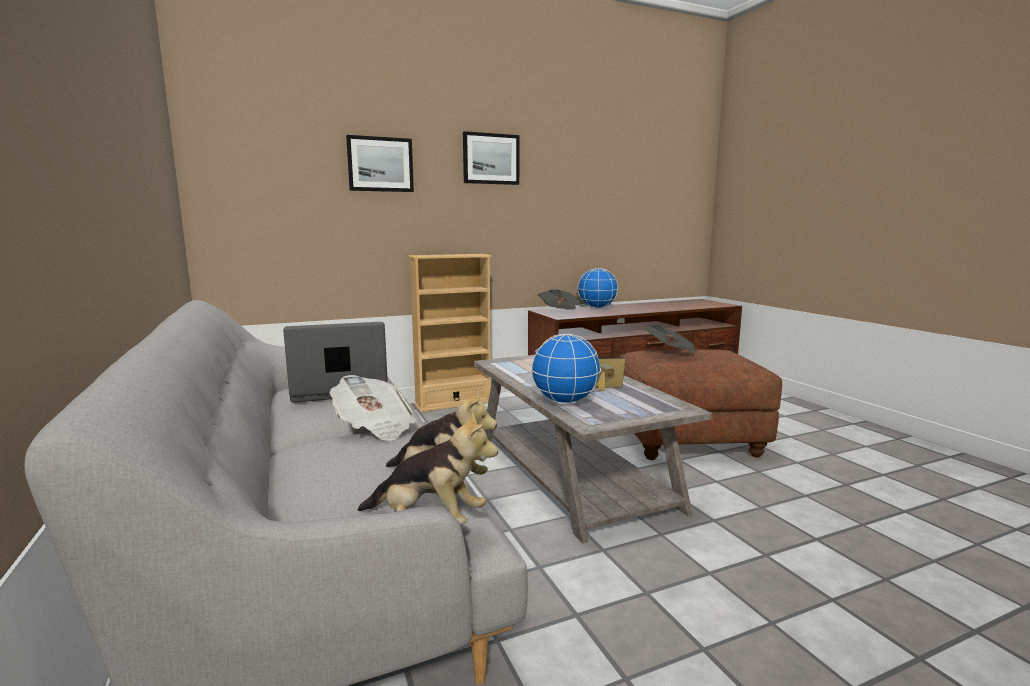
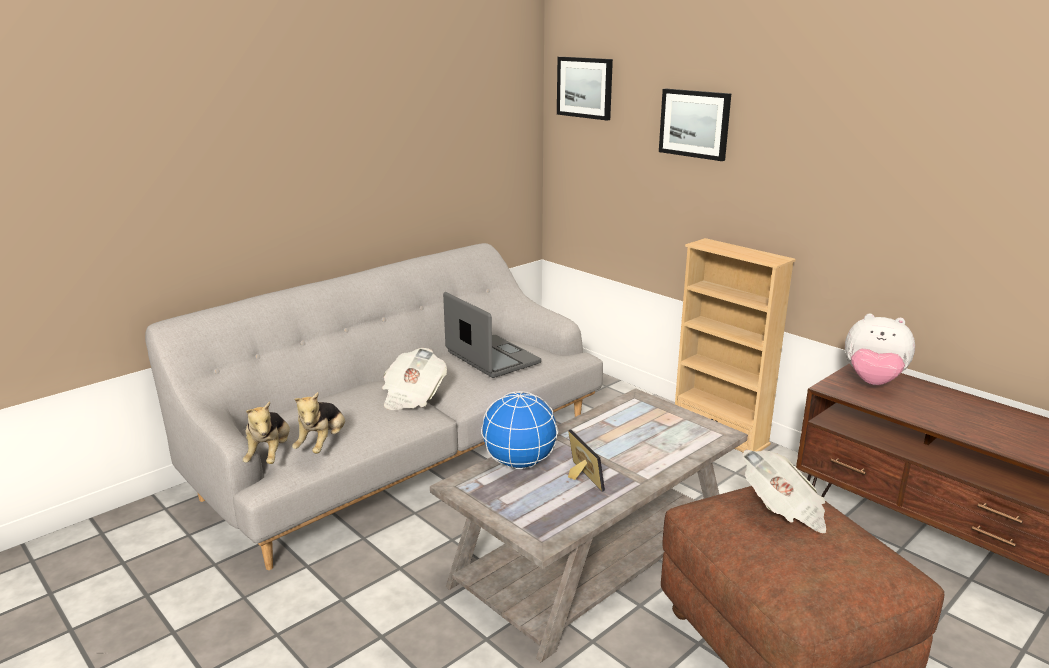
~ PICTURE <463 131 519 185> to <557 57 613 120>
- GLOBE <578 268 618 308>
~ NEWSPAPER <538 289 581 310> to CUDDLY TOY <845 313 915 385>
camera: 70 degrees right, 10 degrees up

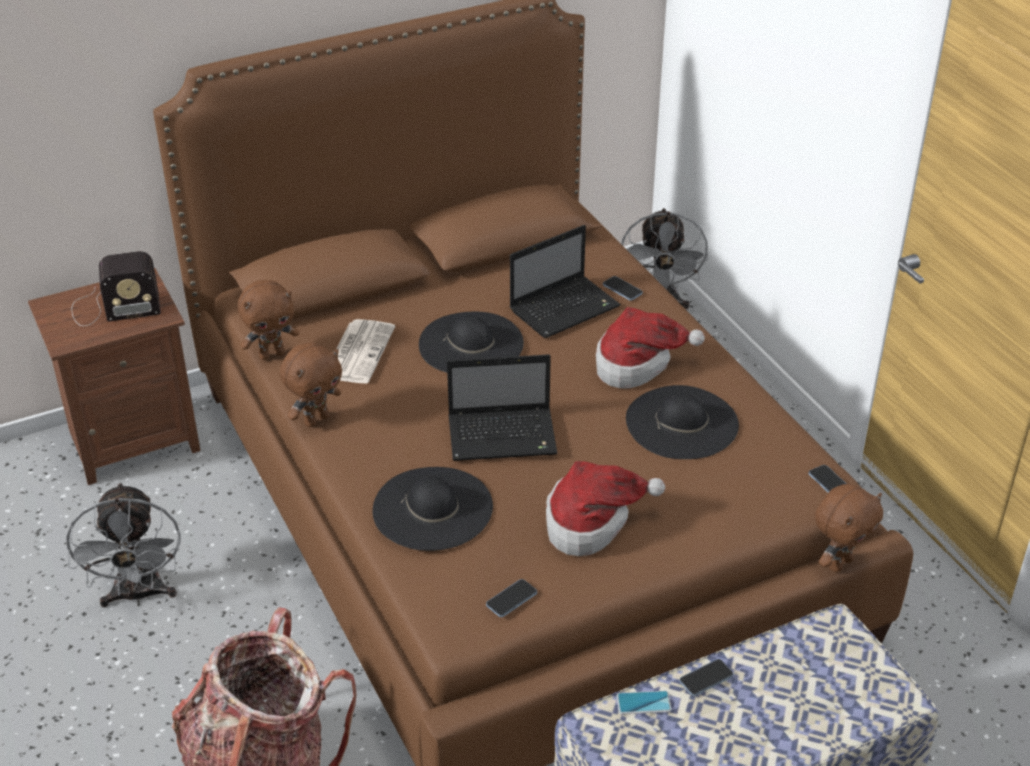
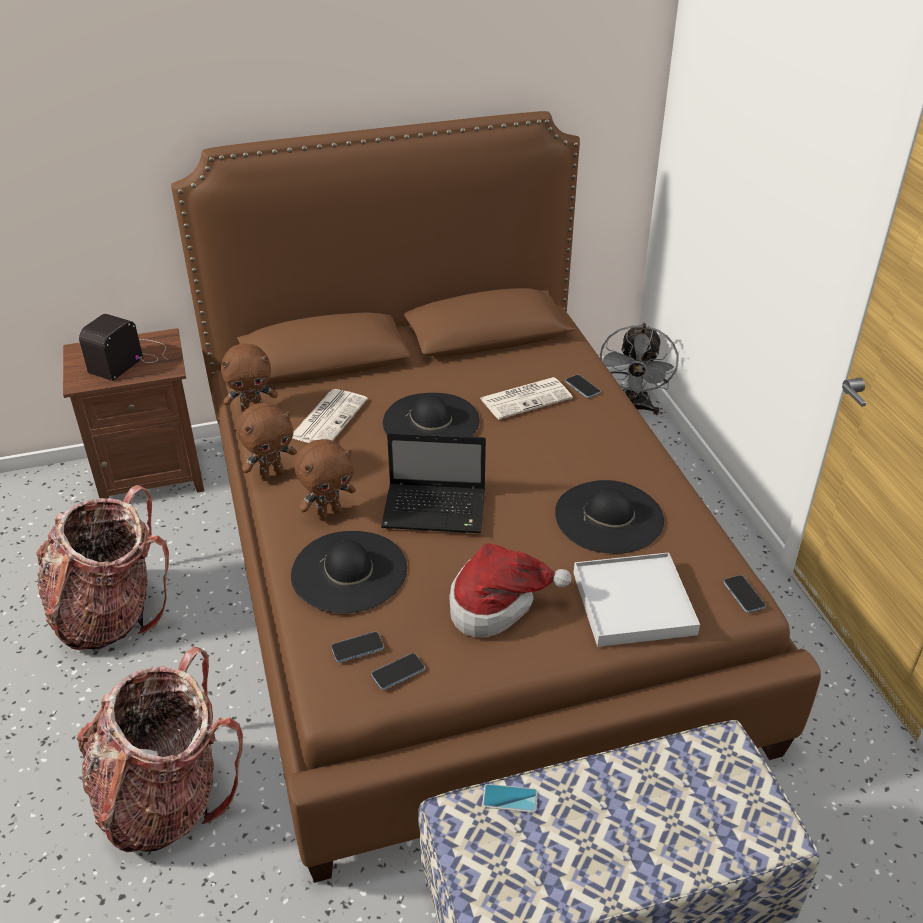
~ LAPTOP <510 225 621 338> to NEWSPAPER <480 377 573 419>
~ RADIO <72 251 161 326> = <79 314 169 381> 120 degrees clockwise
- CLOTHING HAT <596 307 705 389>
~ GREY ELECTRIC FAN <66 482 181 607> to RUCKSACK <36 485 169 651>
~ BROWN CUDDLY TOY <815 484 883 572> to <294 439 356 520>
~ PHONE <680 659 733 696> to <331 632 384 663>
+ WHITE-COLOURED SERVING TRAY <574 552 700 647>
camera: 10 degrees right, 0 degrees up

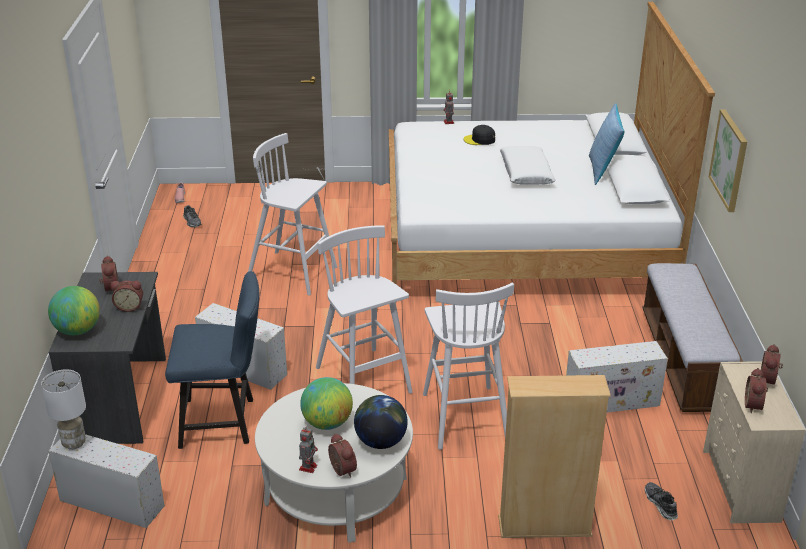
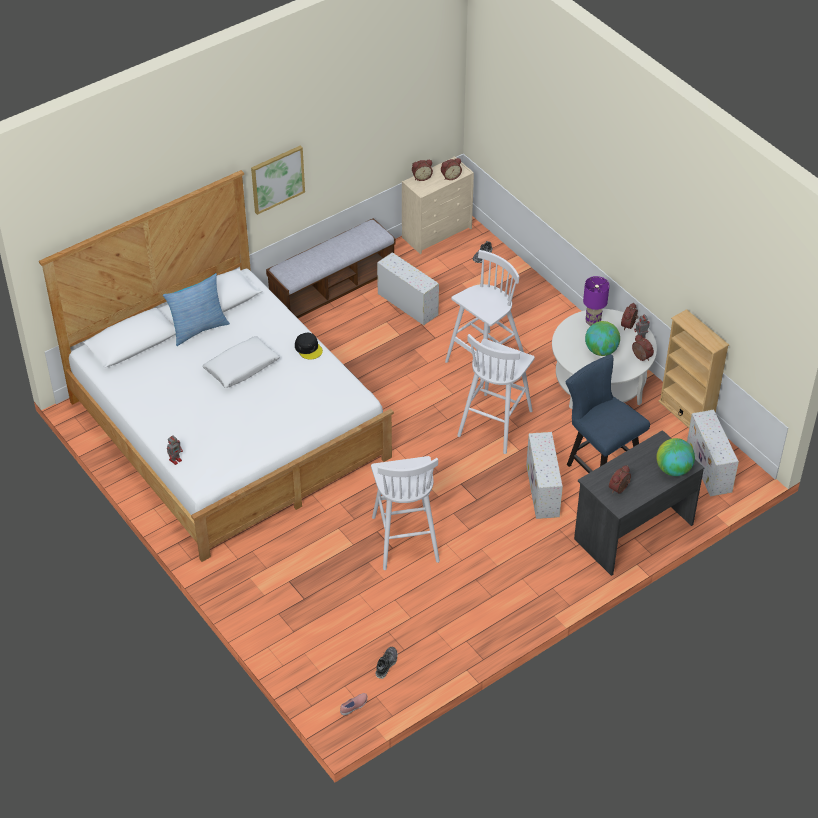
~ BLACKISH CAP <464 125 495 145> to <295 333 323 360>
~ ALARM CLOCK <110 281 143 312> to <632 335 654 361>
- WHITE-COLOURED TABLETOP LAMP <41 369 86 450>
~ BEIGE SHELVING UNIT <498 375 611 538> to <659 309 729 428>
~ GLOBE <354 395 408 449> to PURPLE TABLETOP LAMP <583 276 609 326>
camera: 125 degrees left, 15 degrees up

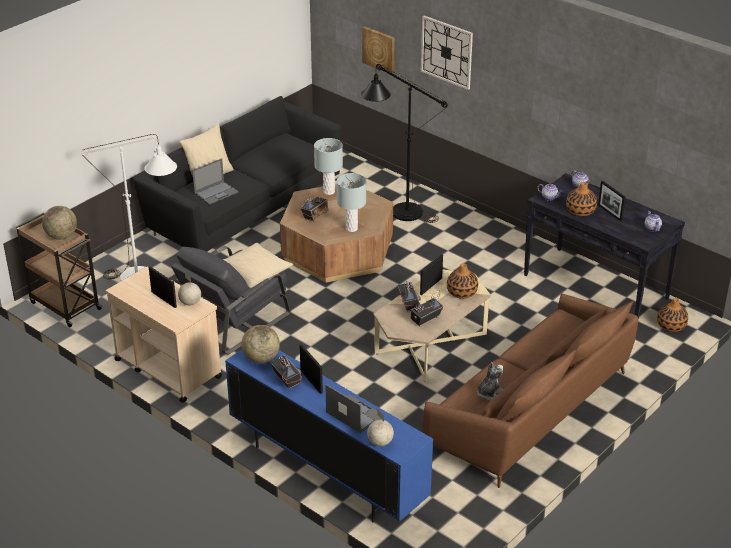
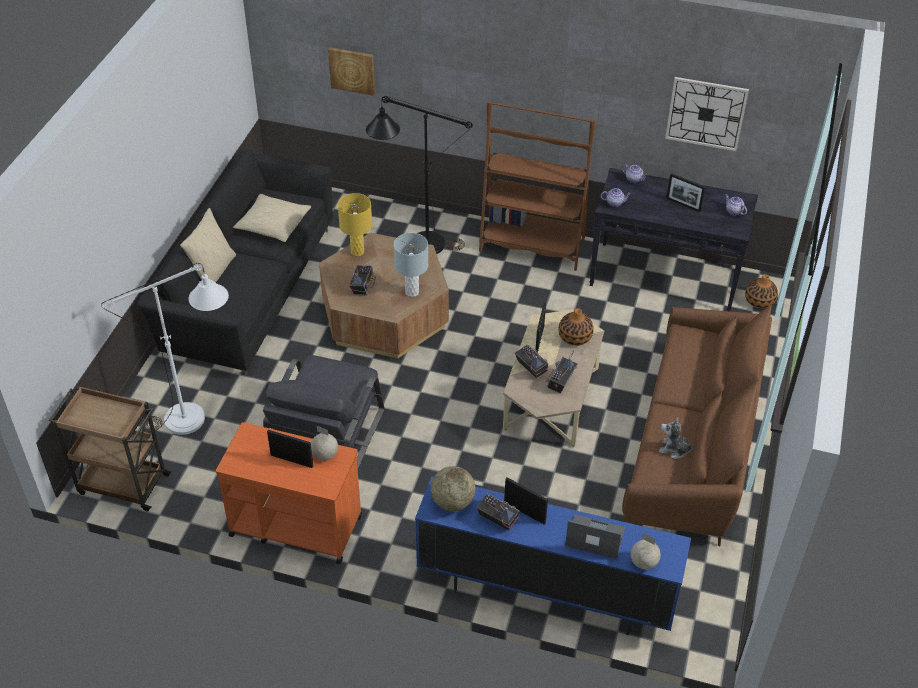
~ HANGING CLOCK <421 16 473 90> to <665 77 749 151>
~ GREY TABLETOP LAMP <314 138 343 195> to YELLOW TABLETOP LAMP <338 193 372 256>
- LAPTOP <192 158 239 205>
- VASE <566 182 597 216>
- GLOBE <42 206 77 240>
~ BEIGE THROW PILLOW <223 243 293 288> to <233 194 312 242>
~ BEIGE TROLLEY <106 266 222 403> to ORANGE-COLOURED TROLLEY <216 422 362 564>
~ CUDDLY TOY <477 362 503 400> = <659 417 694 459> 90 degrees counterclockwise
+ BROWN SHELVING UNIT <479 101 596 271>
camera: 25 degrees left, 10 degrees up

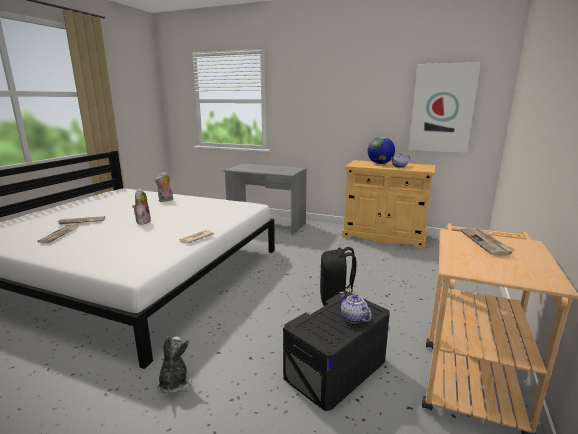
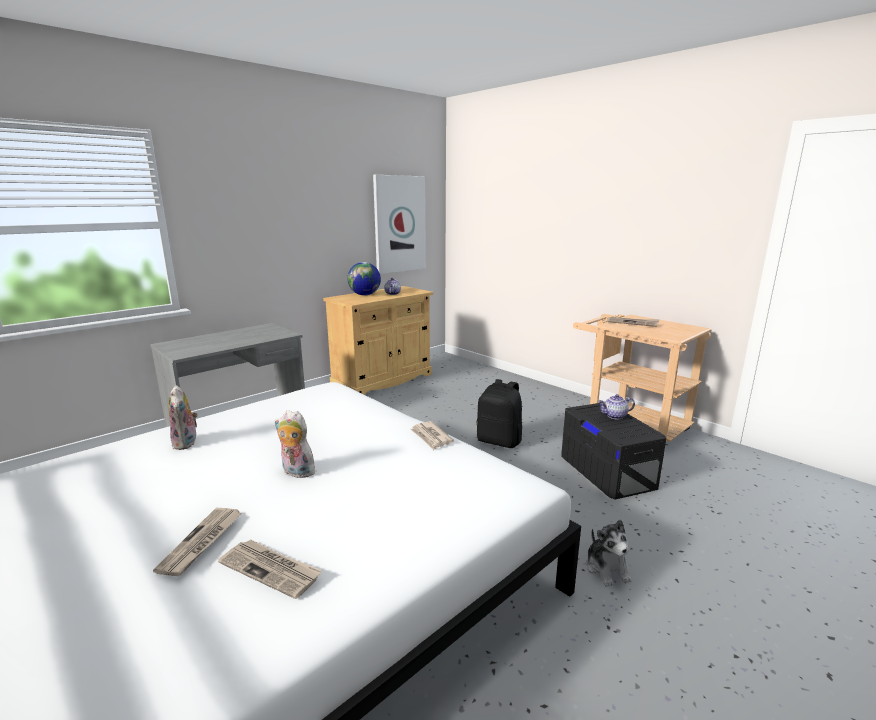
~ CUDDLY TOY <157 336 192 394> = <586 519 631 587> 120 degrees counterclockwise
camera: 65 degrees left, 0 degrees up

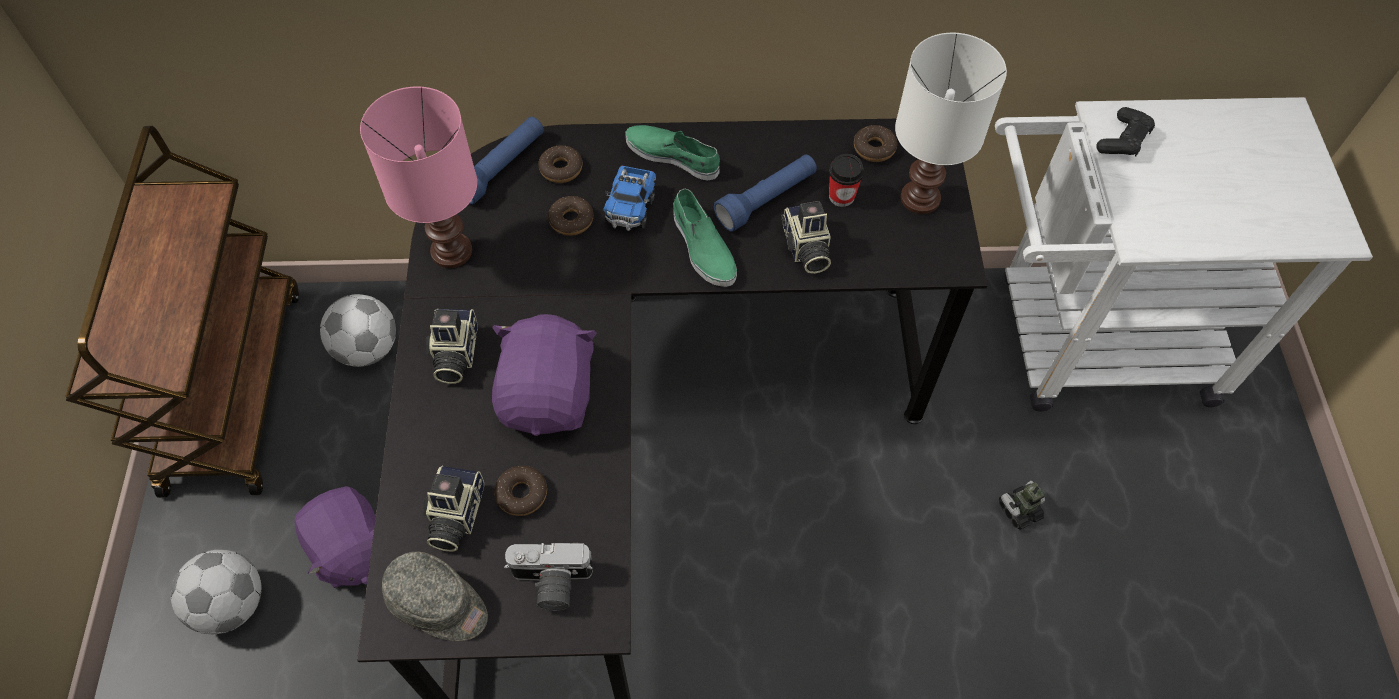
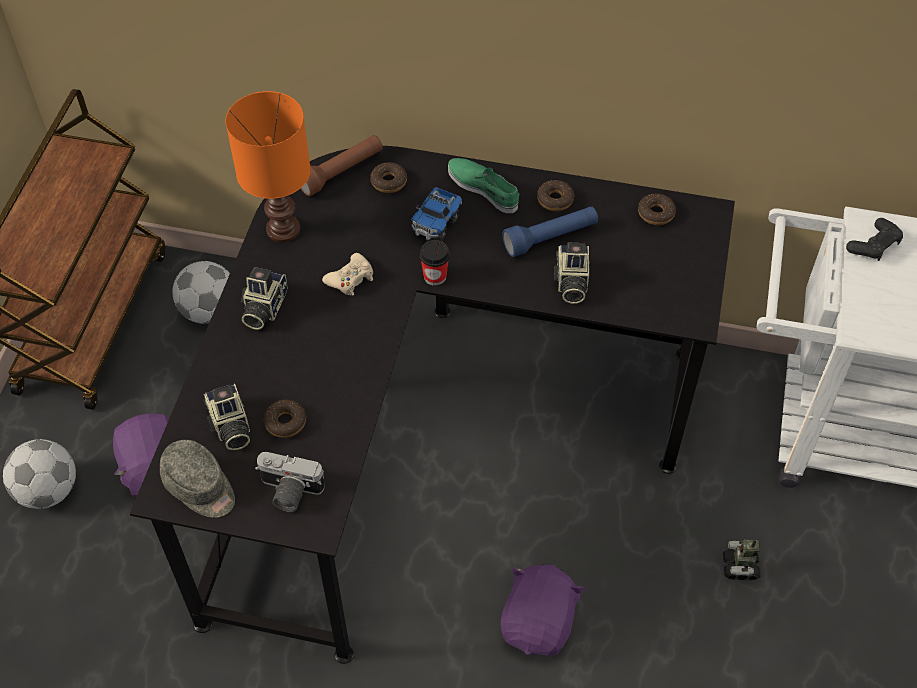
- WHITE-COLOURED TABLETOP LAMP <895 33 1007 214>
~ PINK TABLETOP LAMP <360 87 477 268> to ORANGE-COLOURED TABLETOP LAMP <225 91 311 242>
~ BLUE-COLOURED HAND TORCH <469 117 544 205> to BROWN HAND TORCH <300 135 383 196>
~ CUP <829 154 864 207> to <420 240 450 286>
- GREEN-COLOURED ITEM OF FOOTWEAR <673 188 737 287>
~ DOUGHNUT <548 196 593 236> to <537 180 574 211>
~ PURPLE CUDDLY TOY <492 314 597 436> to <501 564 585 656>
~ PHOTO CAMERA <423 466 484 552> = <203 383 250 450> 45 degrees counterclockwise
~ MODEL ROBOT <999 481 1045 530> = <723 539 761 580> 75 degrees counterclockwise
+ BEIGE GAME CONTROLLER <322 253 373 296>
camera: 15 degrees right, 5 degrees down

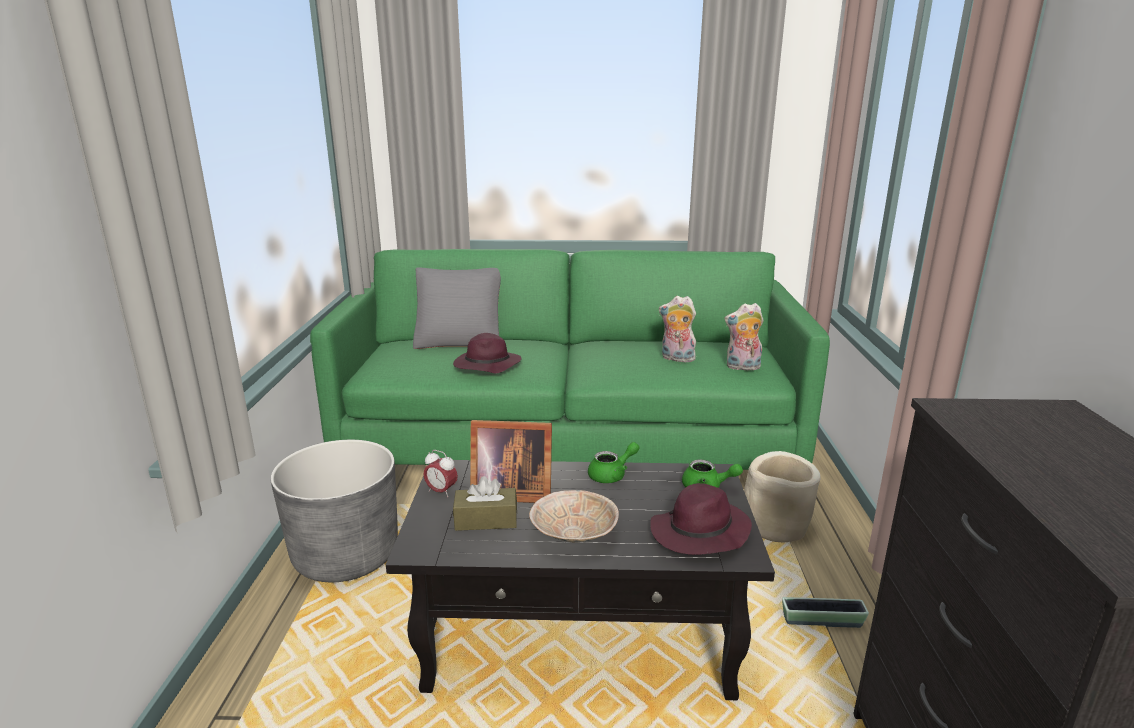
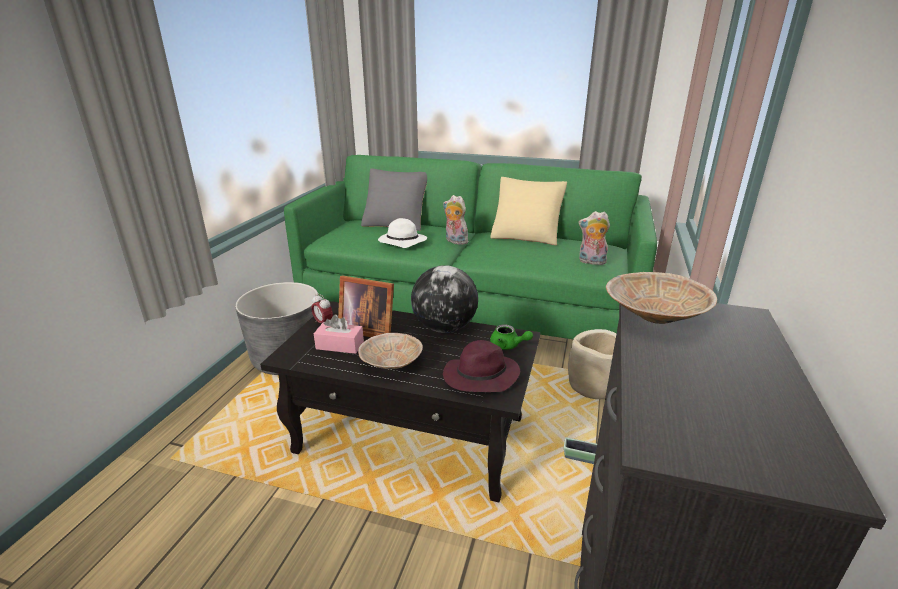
~ CUDDLY TOY <659 296 696 362> to <443 195 469 245>
~ PURPLE CLOTHING HAT <453 333 522 374> to WHITE-COLOURED CLOTHING HAT <378 218 427 248>
~ GREEN-COLOURED TEAPOT <588 442 639 483> to GLOBE <411 265 478 333>
~ BROWN BOX OF TISSUES <453 476 517 531> to PINK BOX OF TISSUES <314 315 364 354>
+ BEIGE THROW PILLOW <490 177 567 245>
+ BEIGE DEEP DISH <606 272 717 324>
camera: 15 degrees right, 5 degrees up

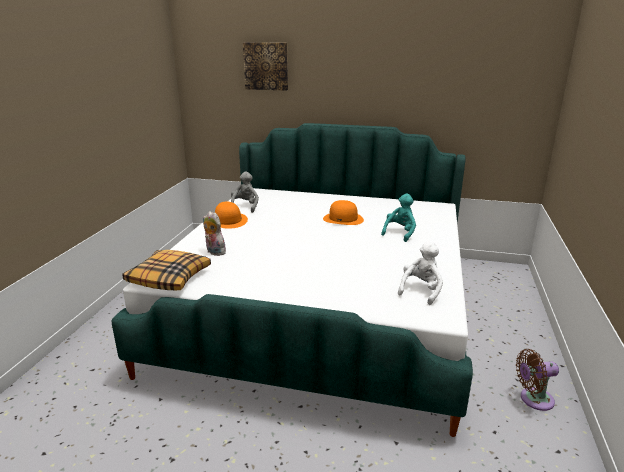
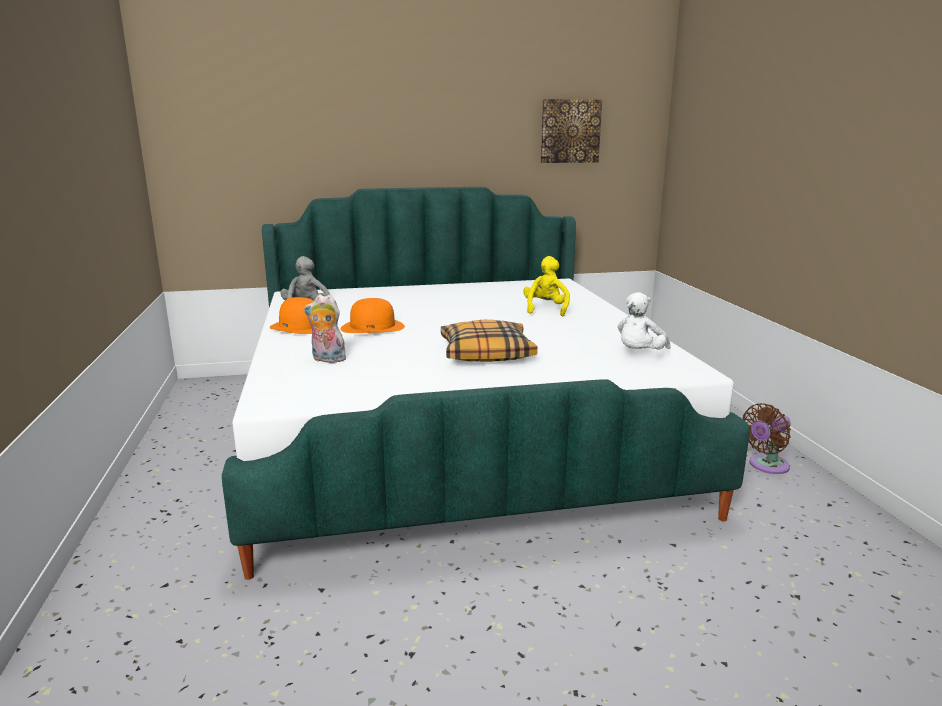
~ PICTURE <243 42 288 91> to <541 99 602 163>
~ TURQUOISE-COLOURED CUDDLY TOY <381 193 416 242> to YELLOW CUDDLY TOY <523 256 570 316>
~ ORANGE-COLOURED CLOTHING HAT <323 200 364 225> to <341 298 405 333>
~ WHITE-COLOURED CUDDLY TOY <398 241 443 305> = <618 292 670 350> 150 degrees counterclockwise
~ THROW PILLOW <122 250 211 291> to <441 320 538 362>
camera: 25 degrees left, 5 degrees down

